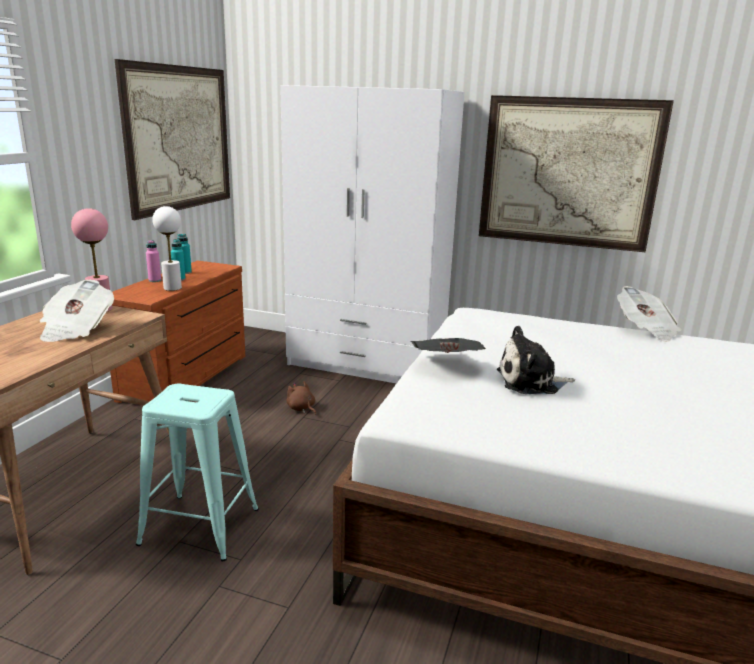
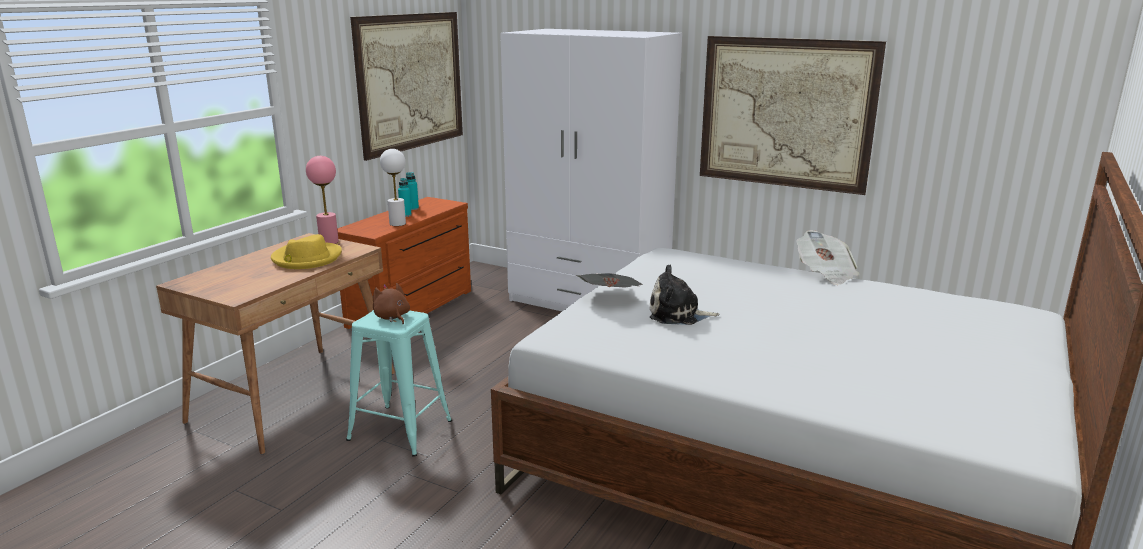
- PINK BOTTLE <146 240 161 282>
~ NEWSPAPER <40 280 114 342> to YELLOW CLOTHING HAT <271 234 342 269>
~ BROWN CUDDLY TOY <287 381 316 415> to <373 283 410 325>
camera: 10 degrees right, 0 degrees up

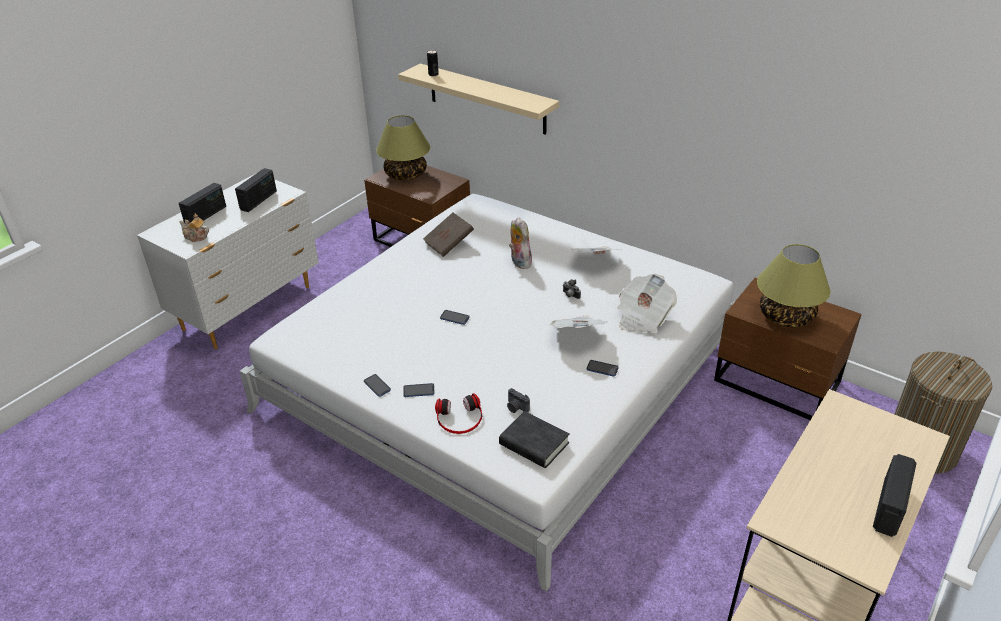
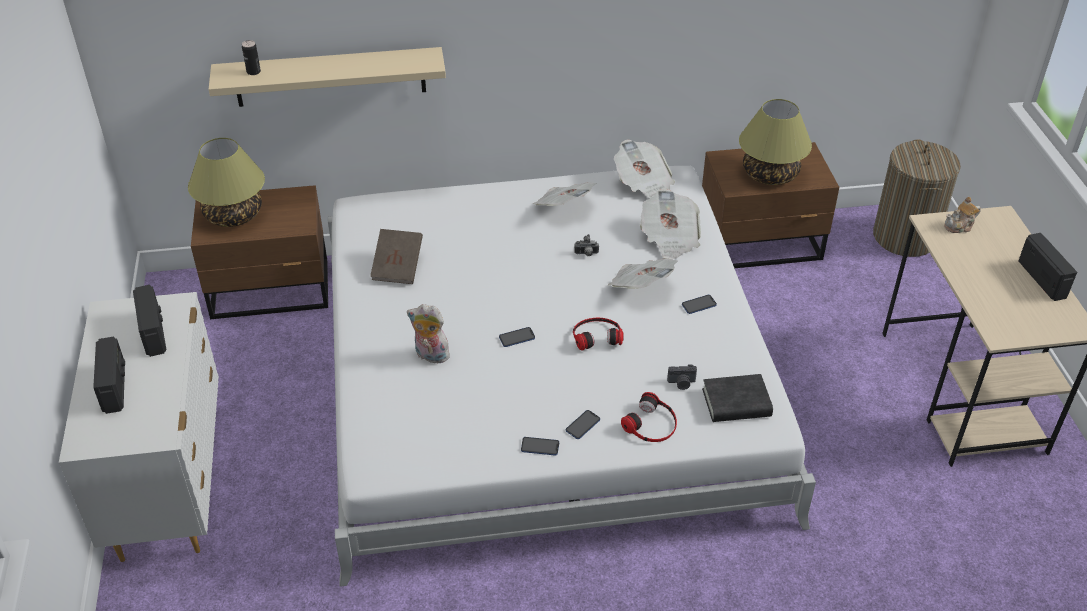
~ TEAPOT <179 214 209 242> to <944 197 981 233>
~ CUDDLY TOY <509 217 532 269> to <407 304 450 363>
+ NEWSPAPER <614 139 675 199>
+ PAIR OF HEADPHONES <573 318 624 351>
camera: 45 degrees left, 5 degrees up

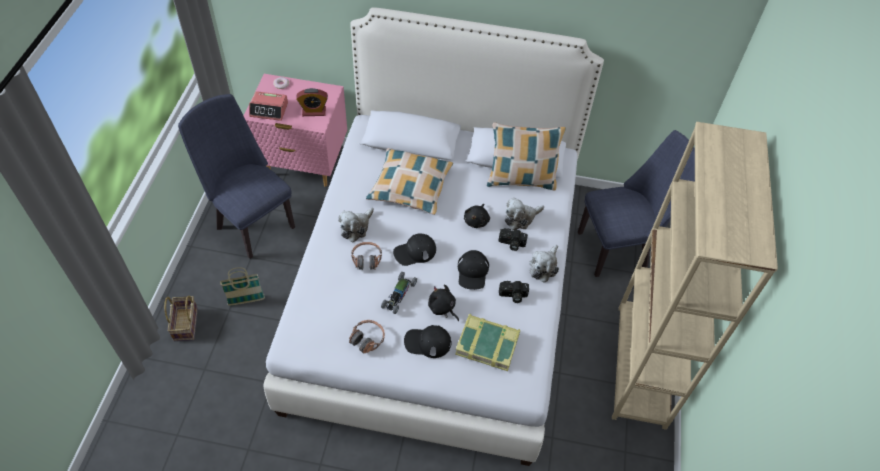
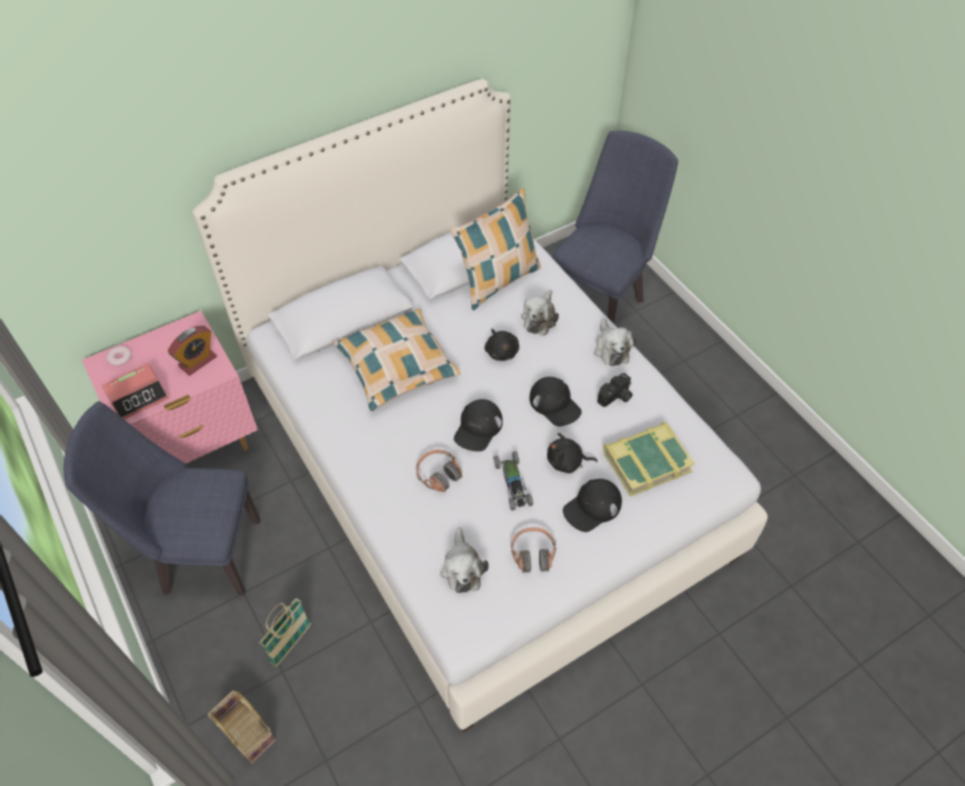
- BEIGE SHELVING UNIT <612 122 778 430>
~ CUDDLY TOY <338 208 374 242> to <440 527 489 593>
- PHOTO CAMERA <499 228 528 251>
camera: 40 degrees left, 0 degrees up

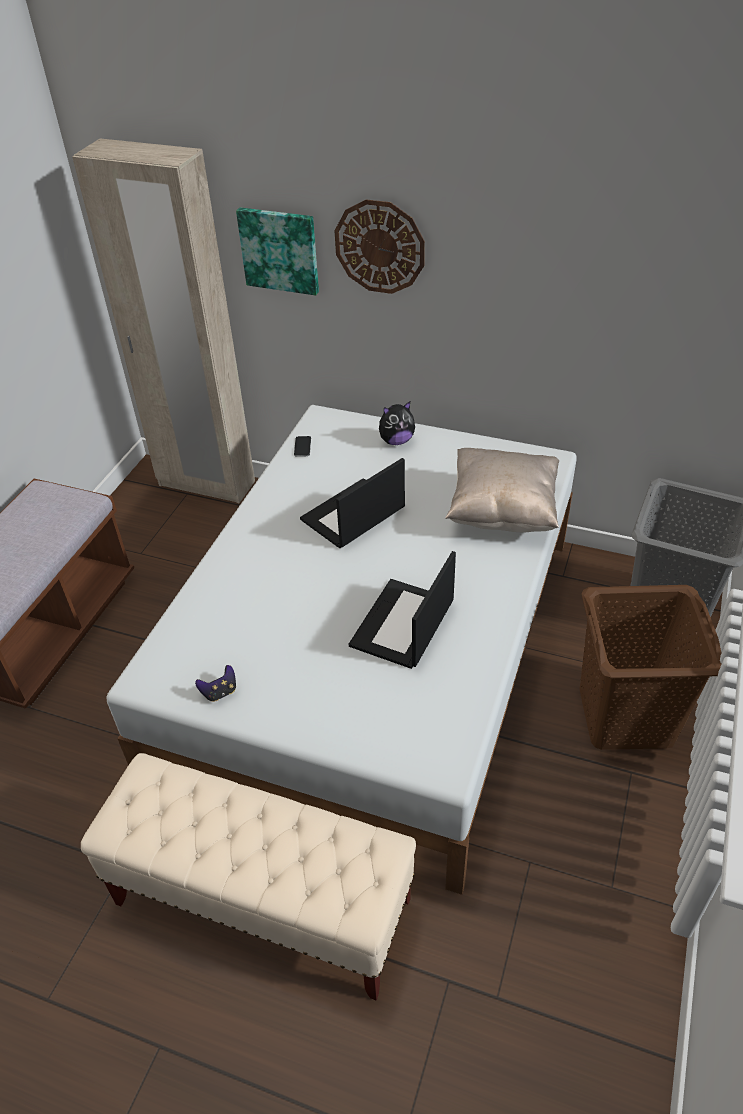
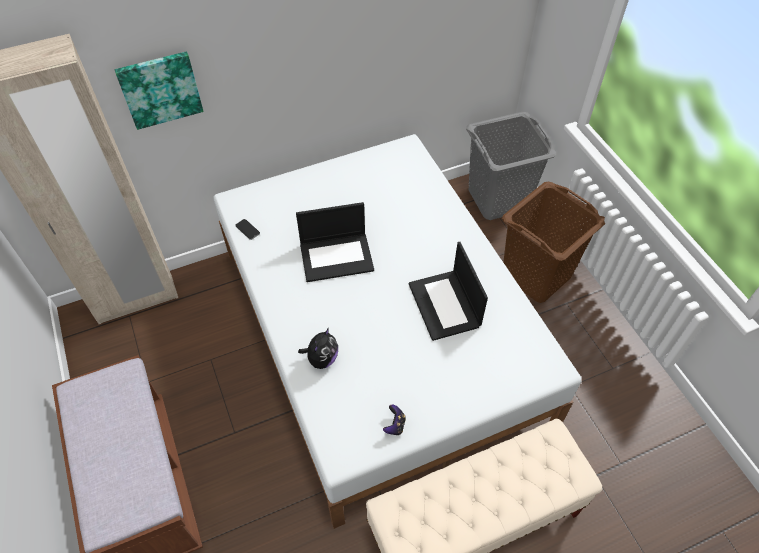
- HANGING CLOCK <335 199 425 294>
~ CUDDLY TOY <379 402 415 445> to <298 328 338 369>
- BEIGE THROW PILLOW <445 448 559 533>
~ LAPTOP <300 458 405 548> = <296 202 374 282> 105 degrees counterclockwise
camera: 45 degrees left, 10 degrees up

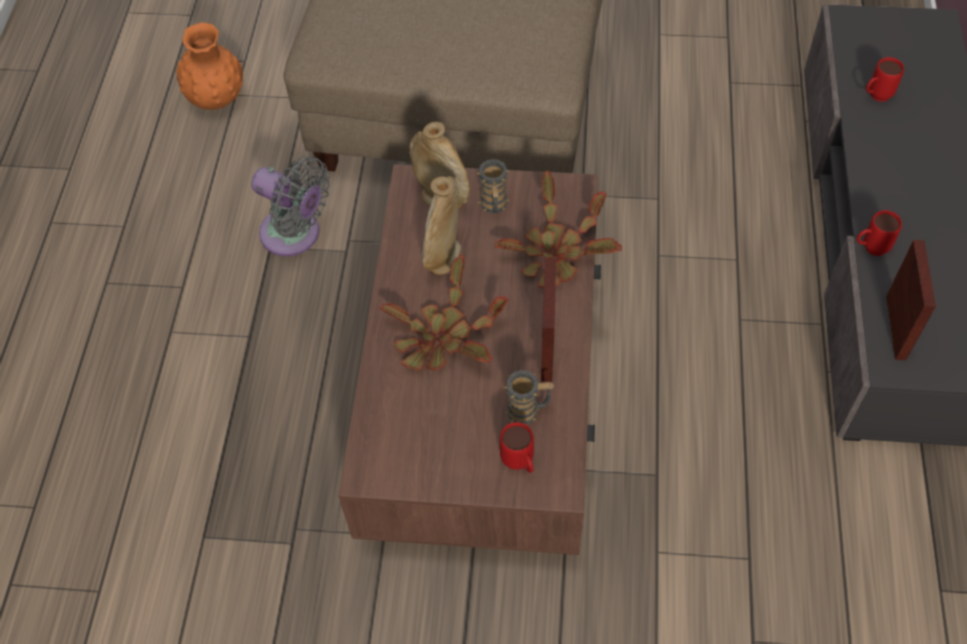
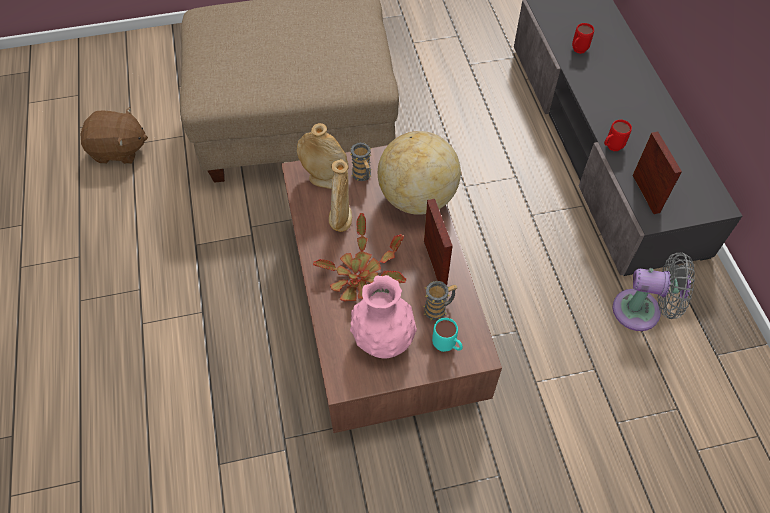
~ ORANGE-COLOURED VASE <176 22 243 110> to BROWN CUDDLY TOY <81 107 148 164>
~ GREY ELECTRIC FAN <251 156 330 256> to <613 252 695 331>
~ POTTED PLANT <495 171 622 288> to GLOBE <378 131 461 215>
~ RED COFFEE MUG <500 422 534 473> to TURQUOISE-COLOURED COFFEE MUG <432 318 463 352>
+ PINK VASE <350 275 417 359>
camera: 20 degrees left, 0 degrees up

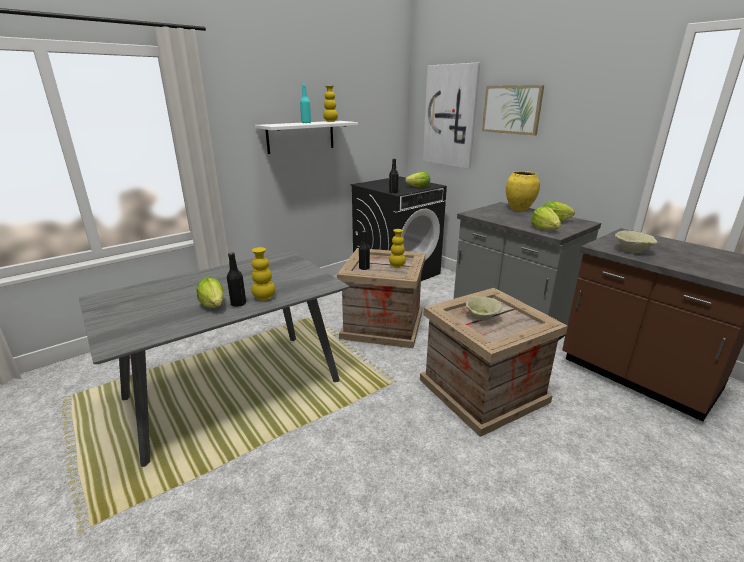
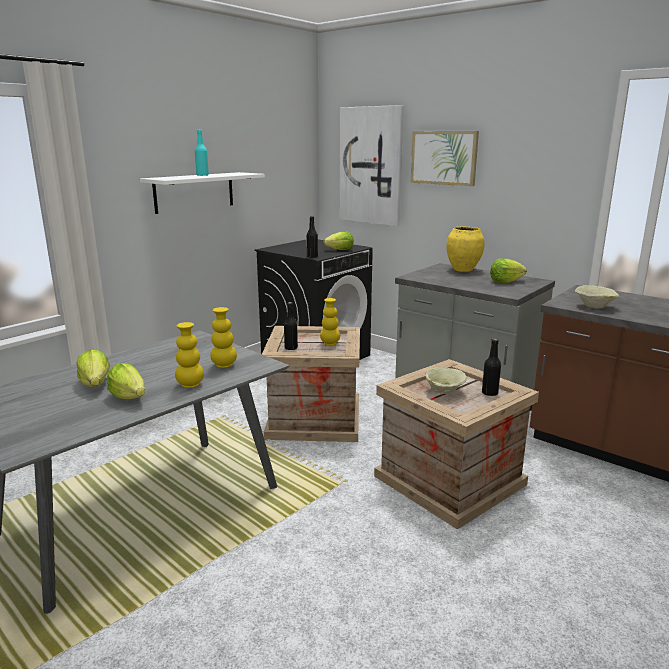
~ YELLOW VASE <323 85 338 122> to <210 307 237 368>
~ LETTUCE <531 206 561 230> to <77 349 110 387>
~ BLACKISH BOTTLE <227 252 246 307> to <482 338 501 396>
camera: 10 degrees left, 5 degrees down

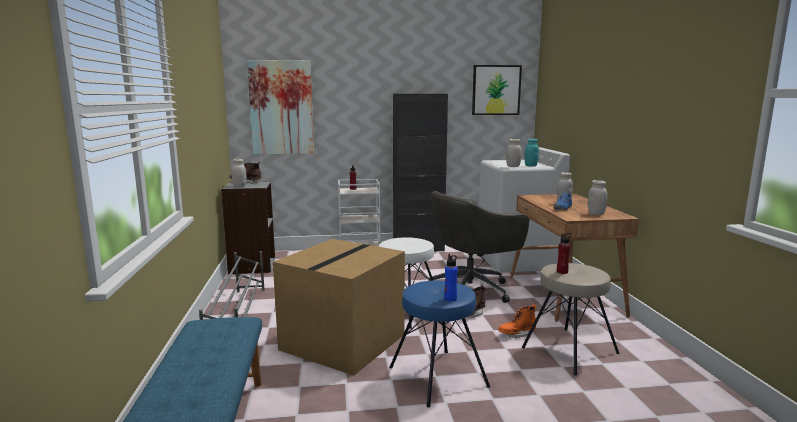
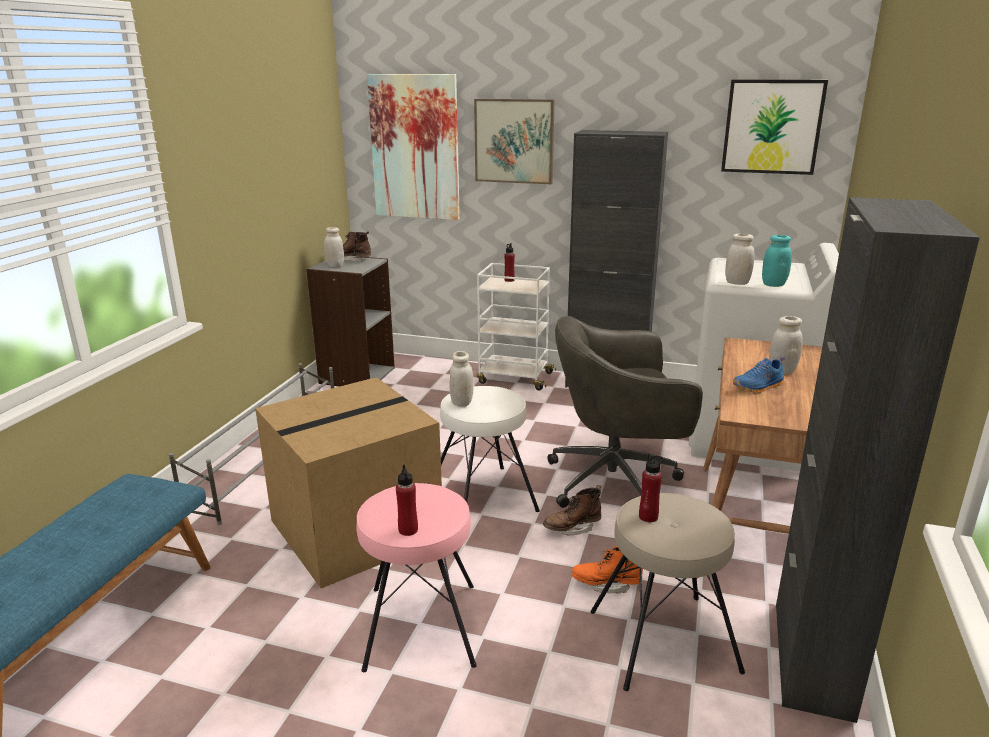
~ WHITE-COLOURED PRESERVE JAR <588 180 607 215> to <449 351 474 407>
~ BLUE-COLOURED BOTTLE <444 254 458 302> to RED BOTTLE <396 465 418 536>
~ BLUE-COLOURED STOOL SEAT <389 281 490 408> to PINK STOOL SEAT <356 483 477 672>
+ PICTURE <474 99 555 184>
+ BLACKISH CUPBOARD <776 197 980 723>
camera: 25 degrees right, 10 degrees up

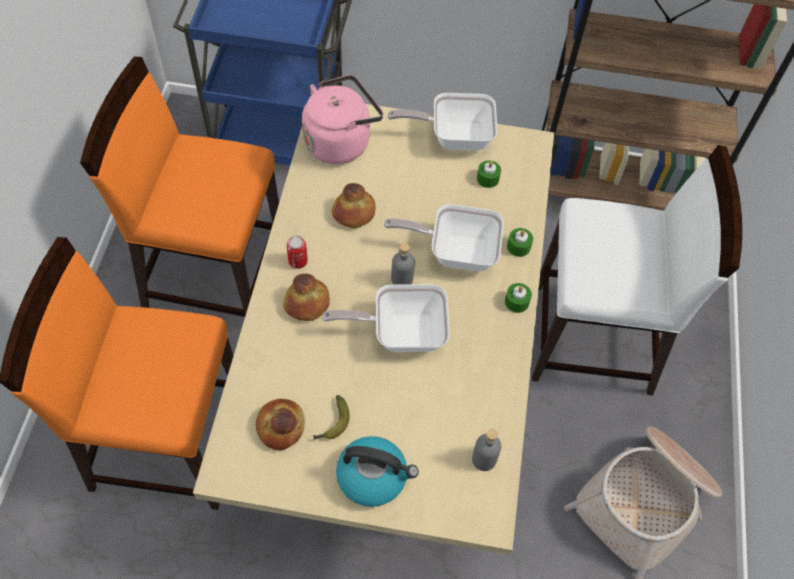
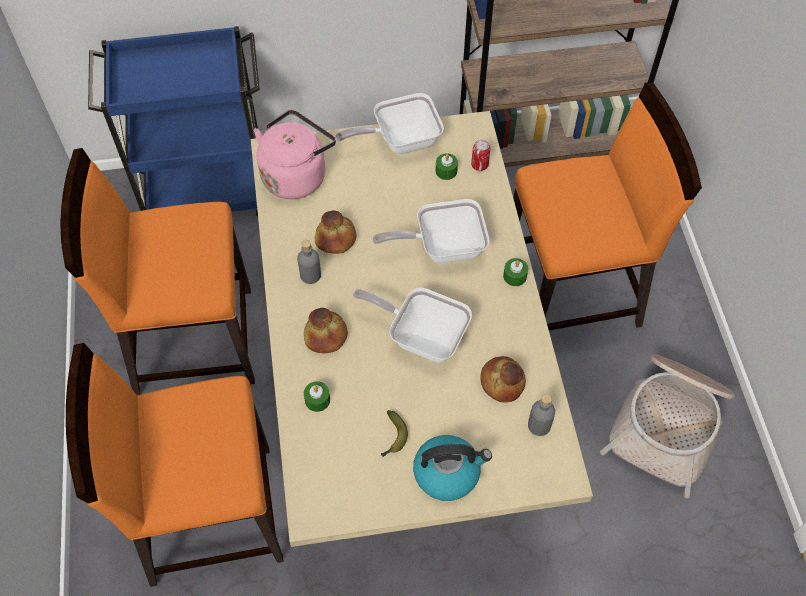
~ WHITE-COLOURED UPRIGHT CHAIR <532 145 742 395> to ORANGE-COLOURED UPRIGHT CHAIR <513 82 702 331>
~ GREEN-COLOURED WAX LIGHT <507 228 533 257> to <304 381 330 412>
~ SEALED CAN <287 235 308 269> to <471 139 490 171>
~ GREY BOTTLE <391 243 415 284> to <297 240 321 284>
~ FRYING PAN <322 284 450 352> = <353 288 472 363> 45 degrees clockwise
~ BAKED BREAD <256 399 305 450> to <481 356 526 402>
camera: 15 degrees left, 0 degrees up

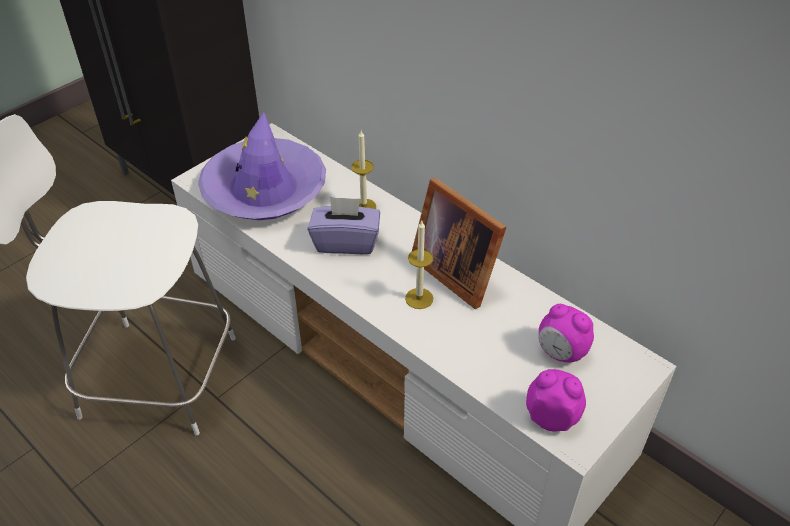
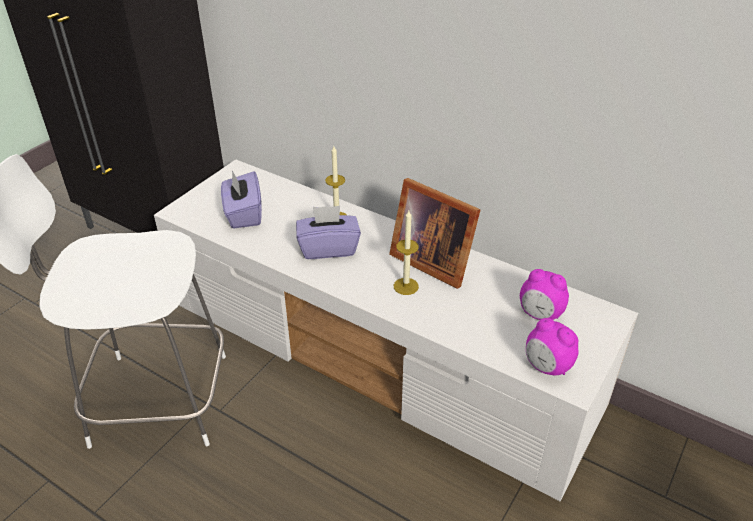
~ PURPLE CLOTHING HAT <198 112 326 220> to PURPLE BOX OF TISSUES <221 171 262 229>
~ ALARM CLOCK <526 369 586 431> = <526 318 579 375> 150 degrees counterclockwise
camera: 10 degrees left, 5 degrees down

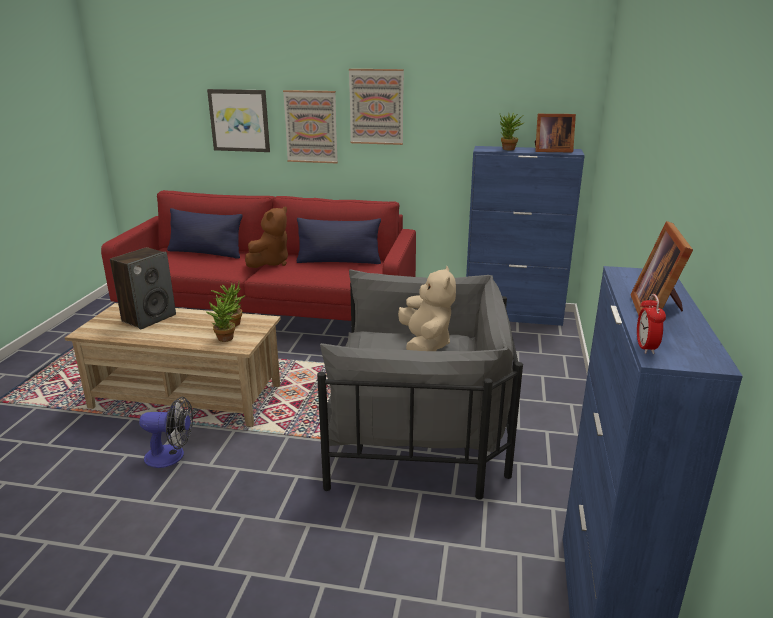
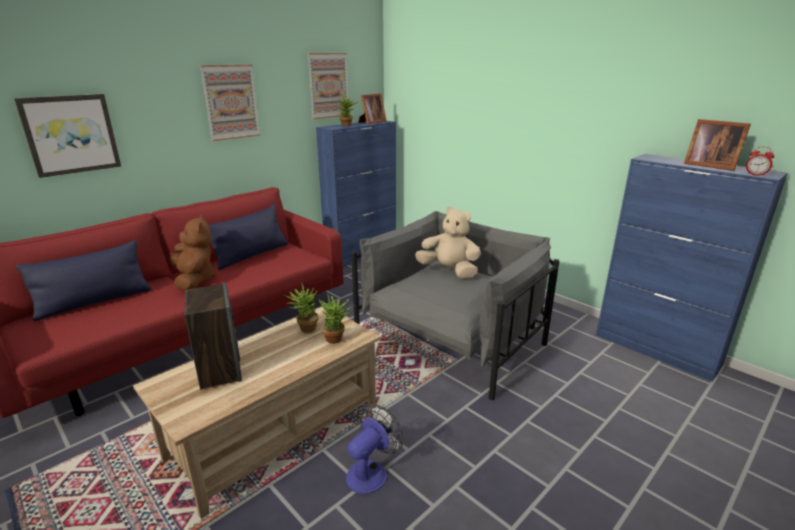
~ PICTURE <283 90 338 164> to <307 53 349 119>
camera: 55 degrees left, 0 degrees up

